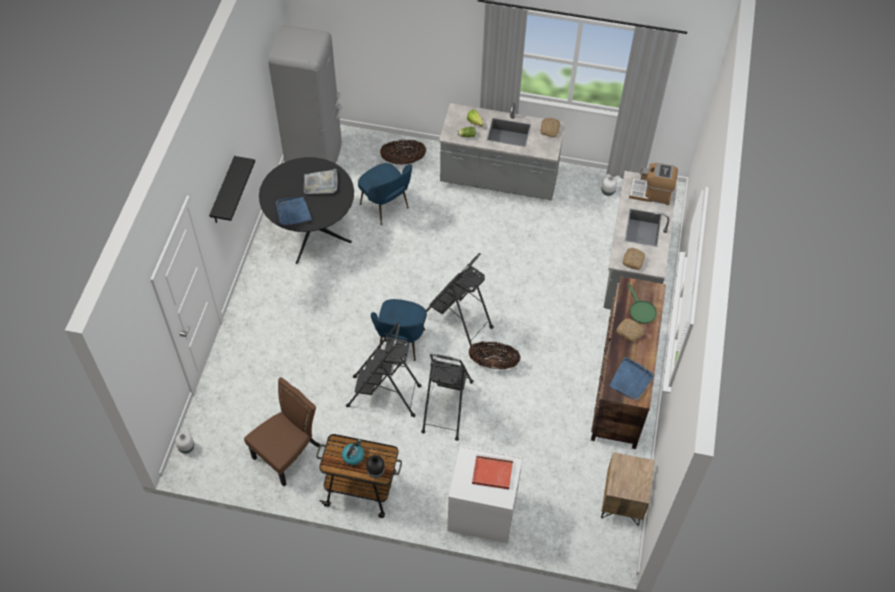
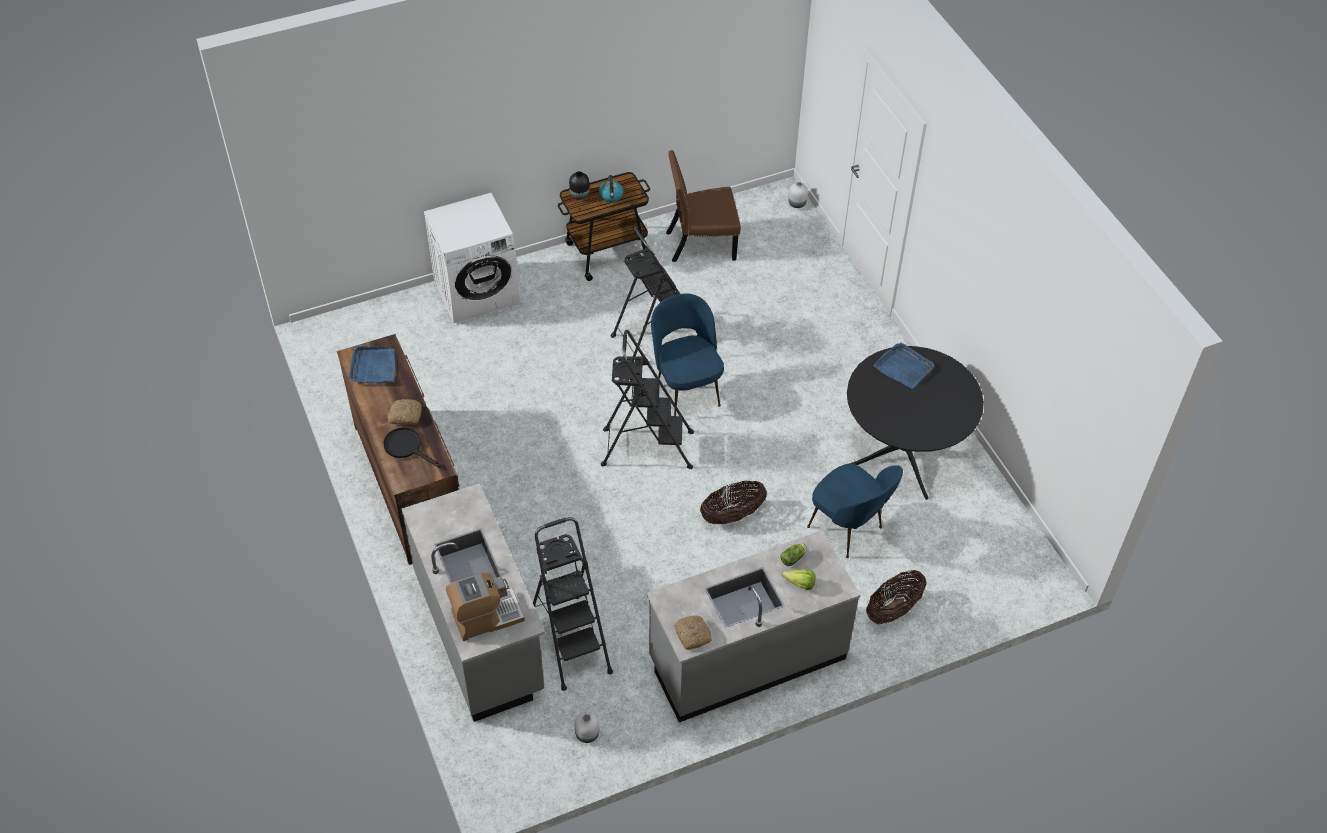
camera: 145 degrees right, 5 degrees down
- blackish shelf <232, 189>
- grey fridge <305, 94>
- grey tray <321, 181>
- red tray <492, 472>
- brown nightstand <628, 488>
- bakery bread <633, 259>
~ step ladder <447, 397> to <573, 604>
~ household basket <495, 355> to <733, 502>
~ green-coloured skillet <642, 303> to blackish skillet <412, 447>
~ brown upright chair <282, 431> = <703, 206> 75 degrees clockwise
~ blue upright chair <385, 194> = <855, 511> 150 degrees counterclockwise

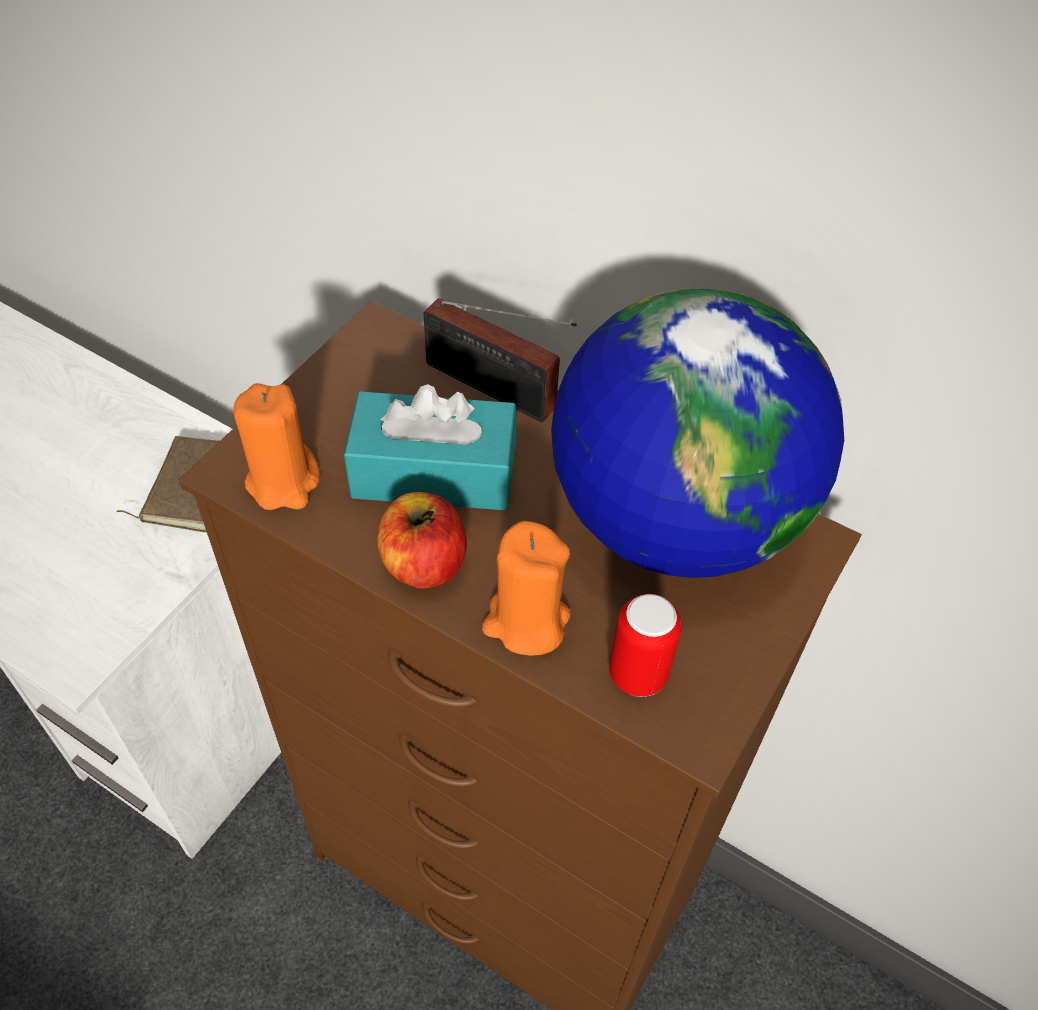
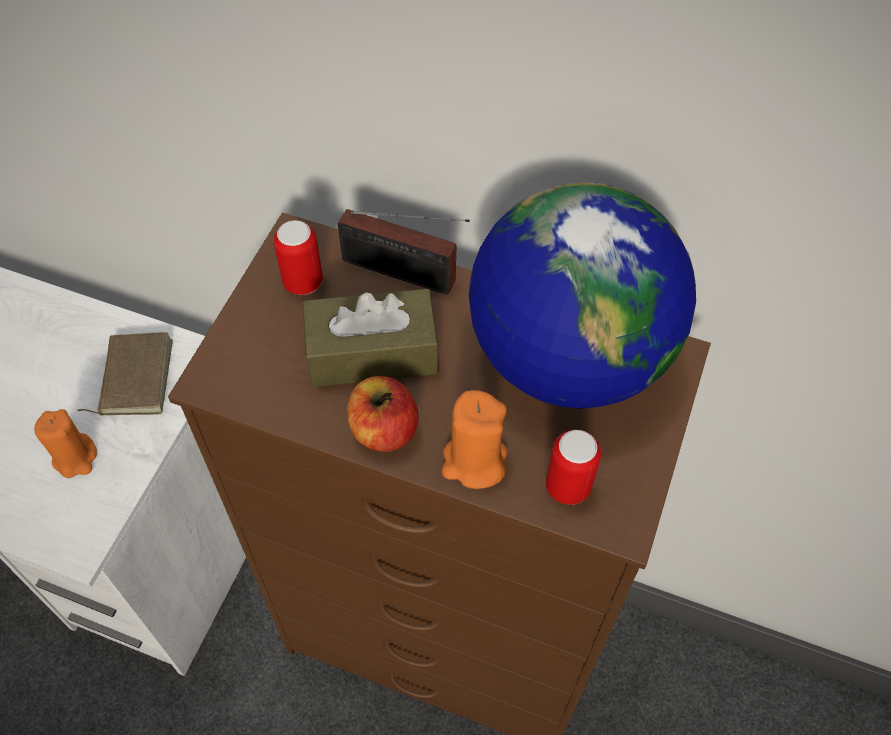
camera: 10 degrees left, 5 degrees up
+ can <298, 257>
~ orangey wax candle <276, 446> to <65, 443>
~ turquoise tissue holder <430, 447> to brown tissue holder <370, 338>

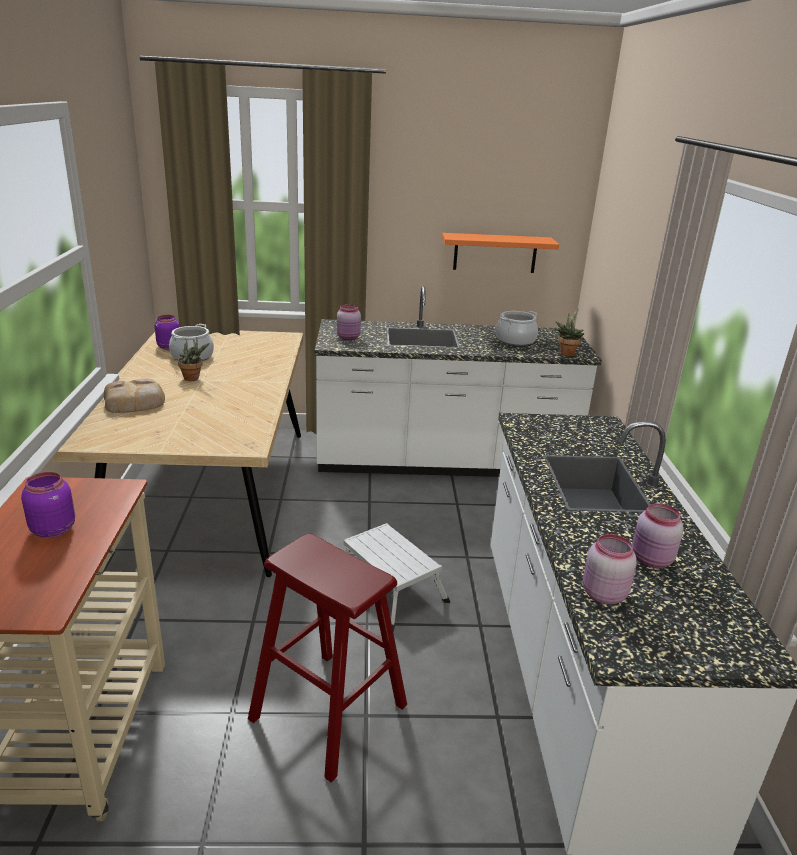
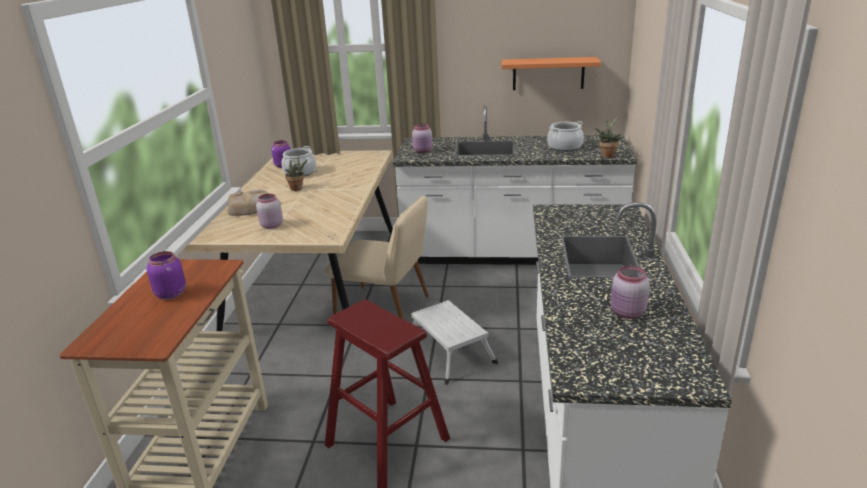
camera: 10 degrees right, 0 degrees up
+ beige-coloured upright chair <376, 257>
~ pink preserve jar <610, 569> to <269, 211>

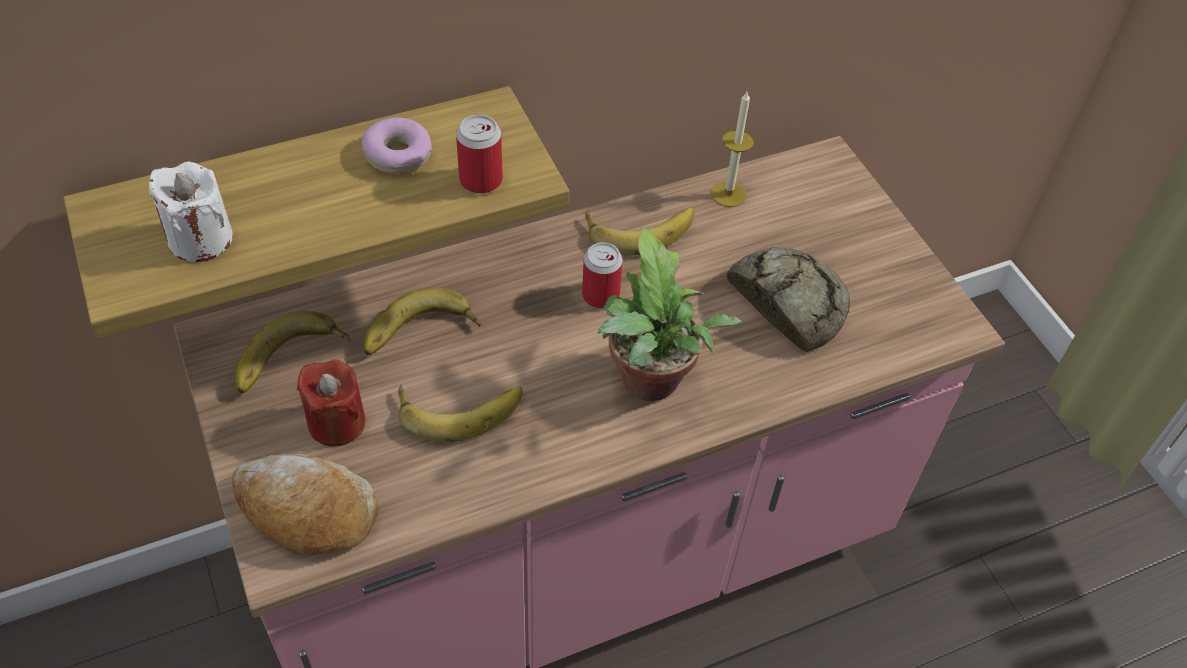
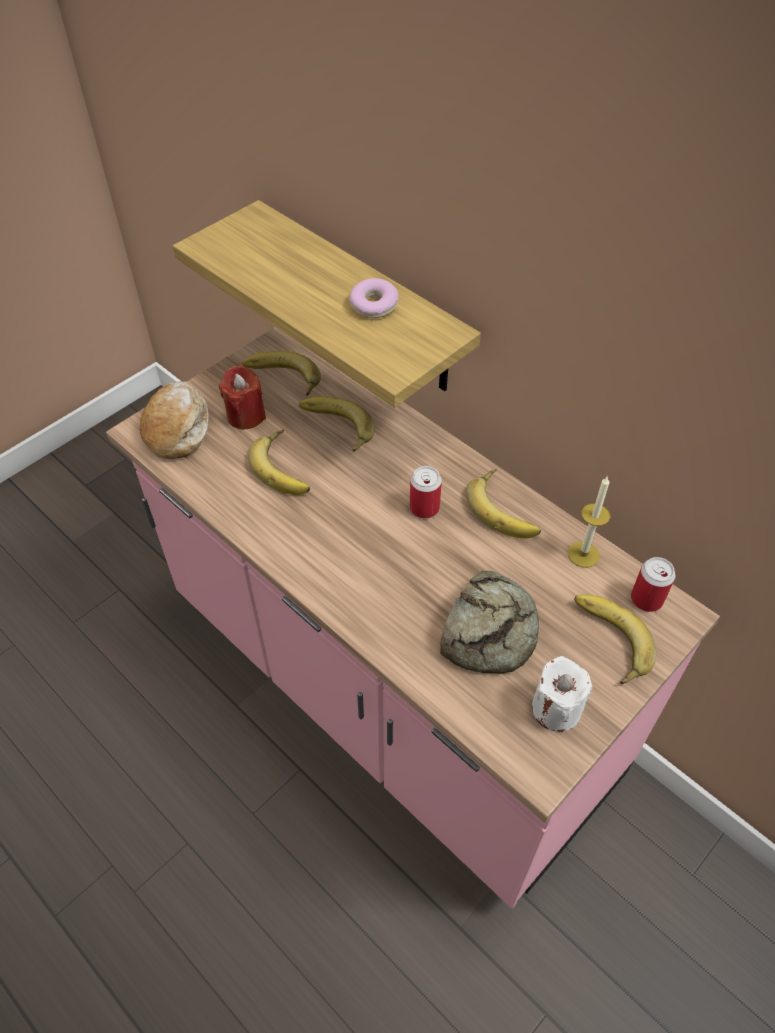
camera: 70 degrees right, 0 degrees up
- houseplant <669, 314>
+ whole banana <615, 639>
~ white wax candle <191, 212> to <562, 694>
~ can <479, 154> to <653, 584>

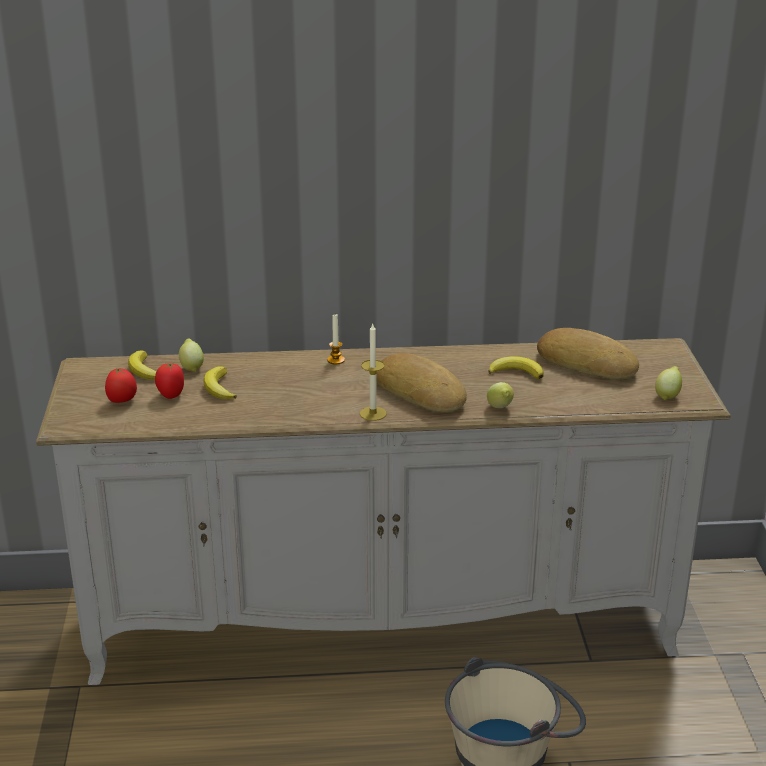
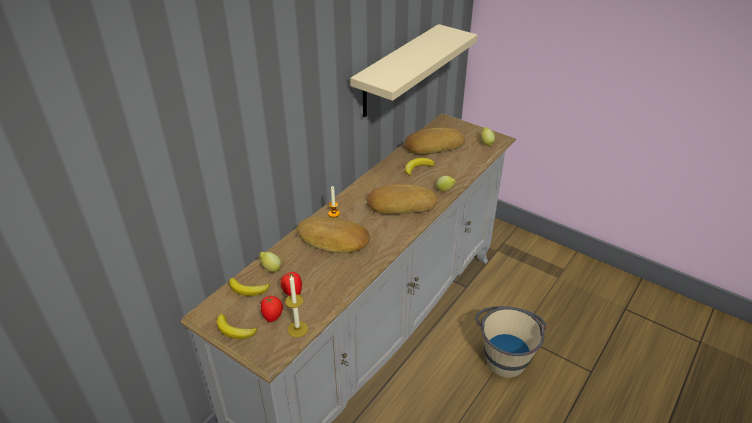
camera: 50 degrees left, 10 degrees up
+ bakery bread <333, 235>
+ beige-coloured shelf <413, 70>
~ whole banana <220, 382> to <237, 326>
~ wax candle <373, 372> to <296, 306>

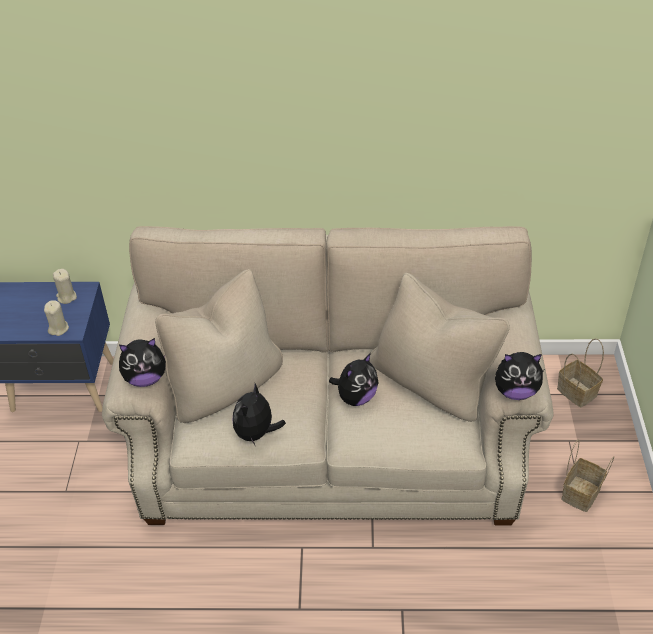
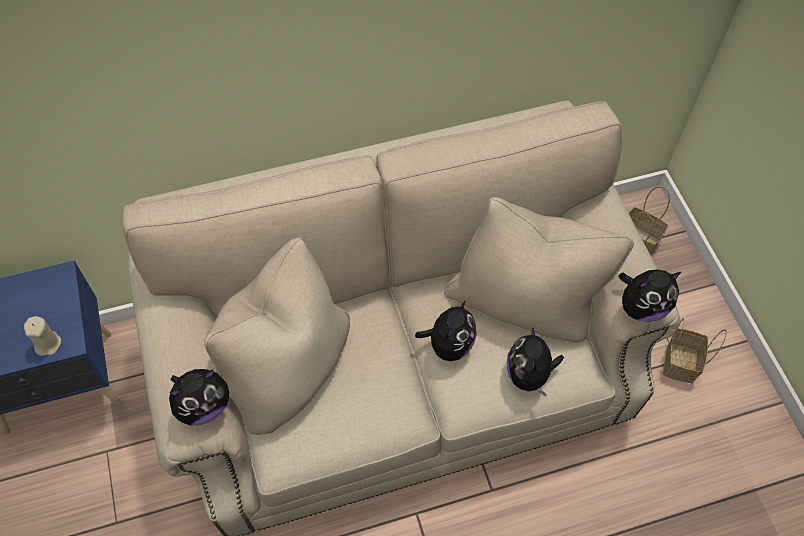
camera: 20 degrees left, 15 degrees up
- beige-coloured wax candle <65, 286>
~ soft toy <259, 414> to <535, 362>

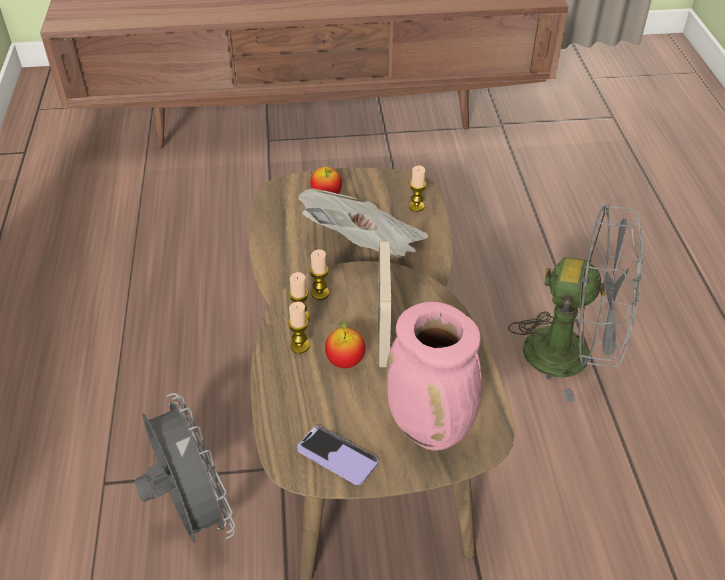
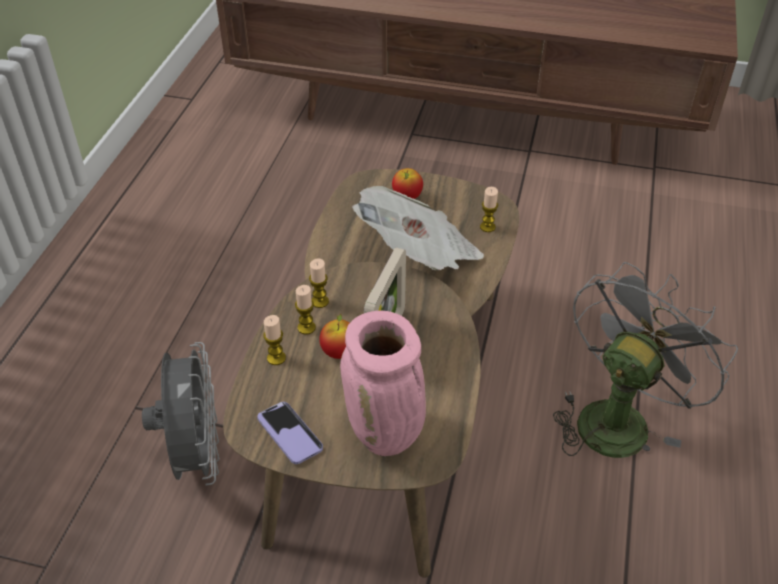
camera: 20 degrees right, 0 degrees up
~ wax candle <319, 274> to <274, 340>
~ grey cooling fan <575, 303> = <645, 360> 90 degrees counterclockwise

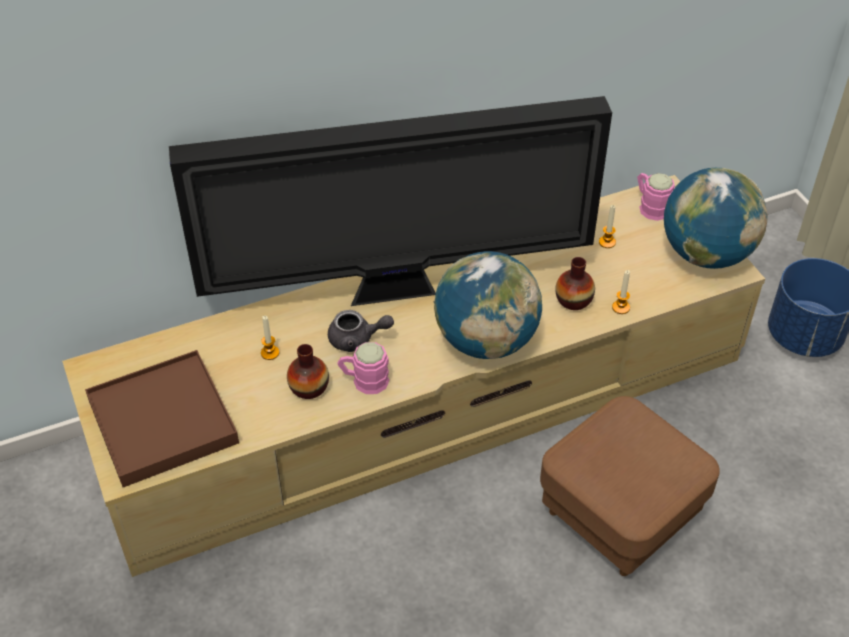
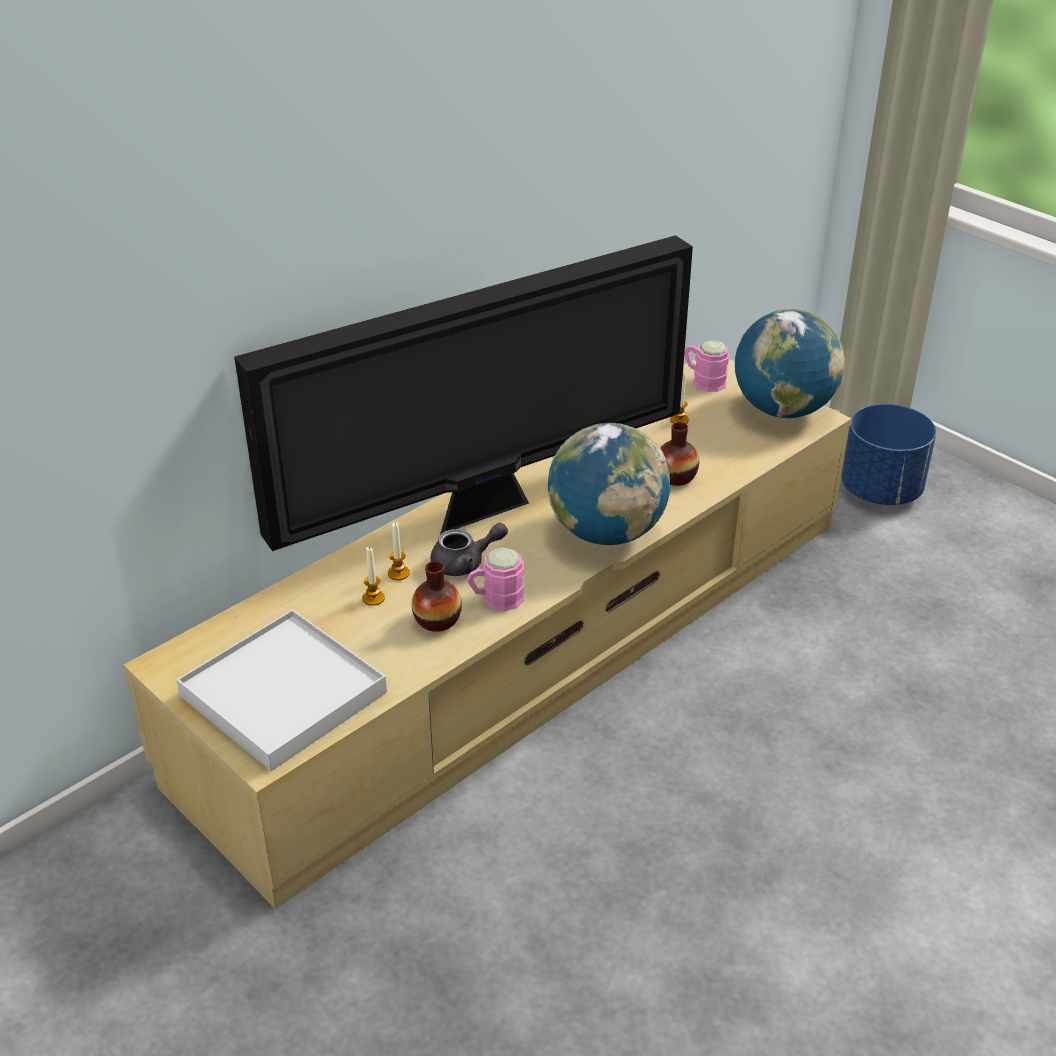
camera: 20 degrees left, 10 degrees down
- brown pouffe <630, 486>
~ wax candle <621, 292> to <399, 551>
~ brown tray <162, 419> to white tray <282, 690>

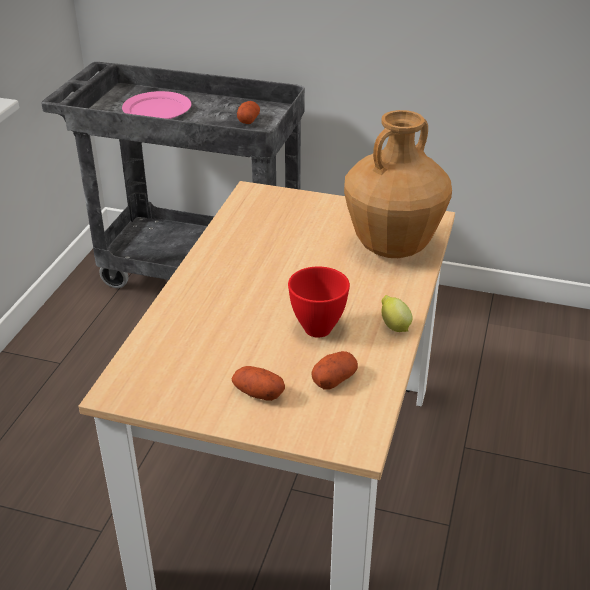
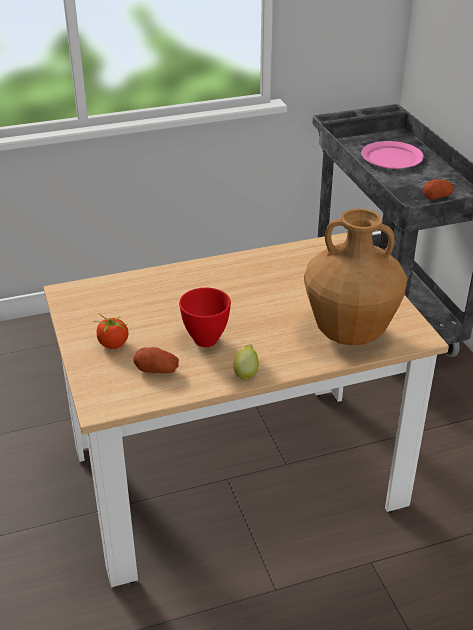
camera: 55 degrees right, 0 degrees up
~ potato <258, 383> to whole tomato <110, 331>

